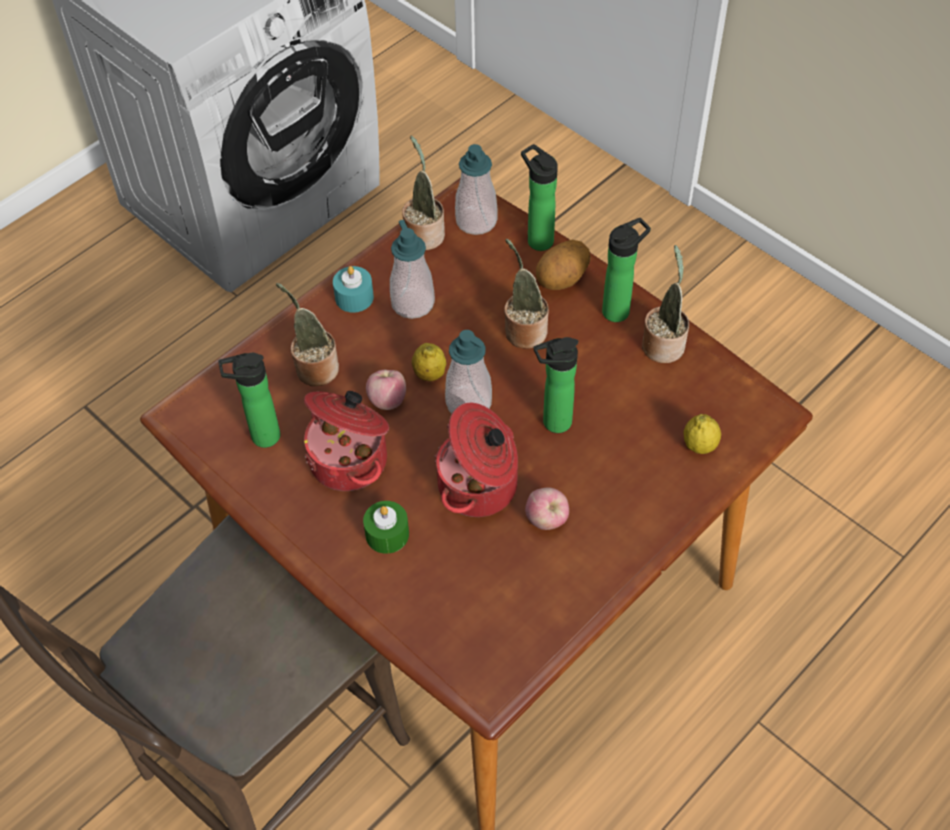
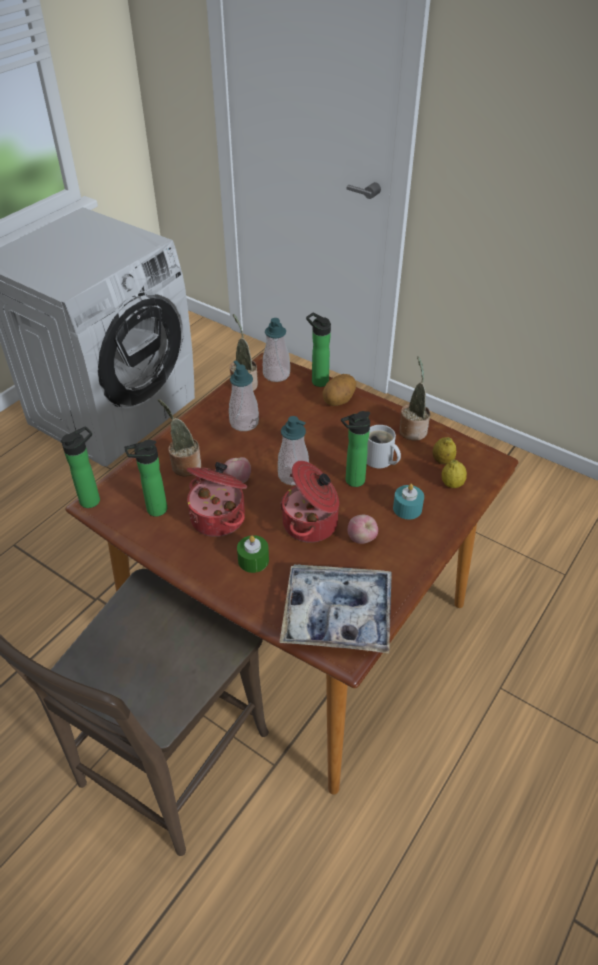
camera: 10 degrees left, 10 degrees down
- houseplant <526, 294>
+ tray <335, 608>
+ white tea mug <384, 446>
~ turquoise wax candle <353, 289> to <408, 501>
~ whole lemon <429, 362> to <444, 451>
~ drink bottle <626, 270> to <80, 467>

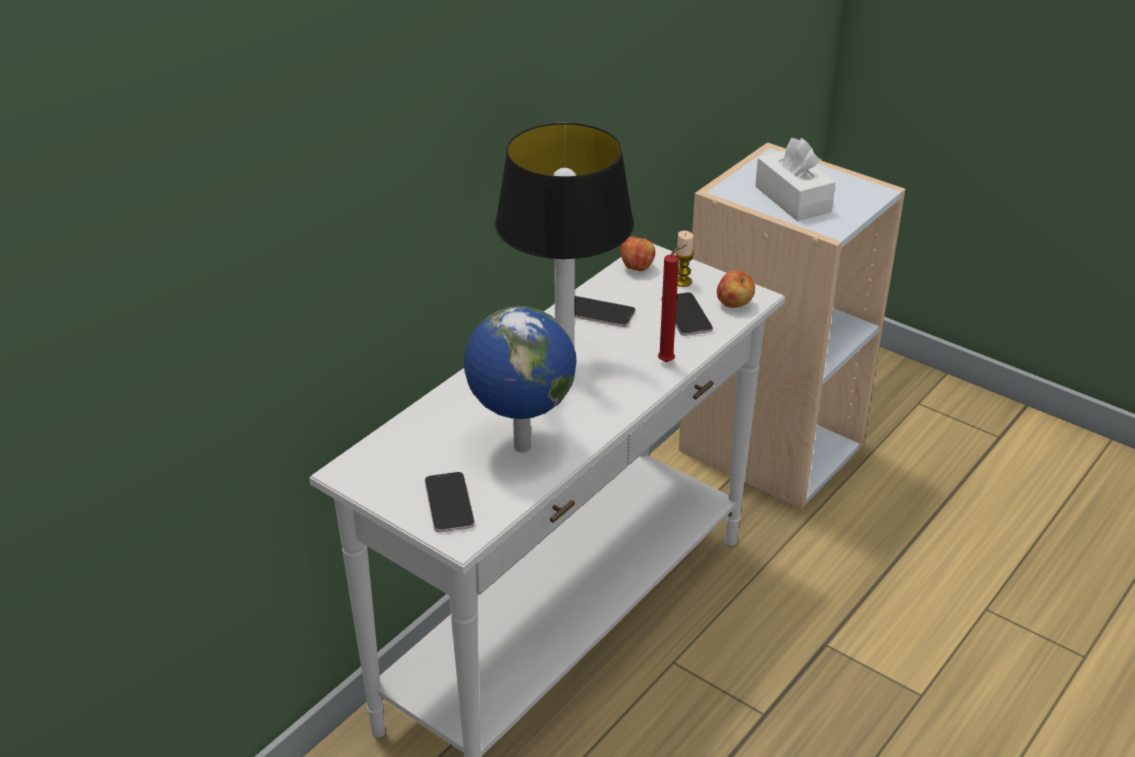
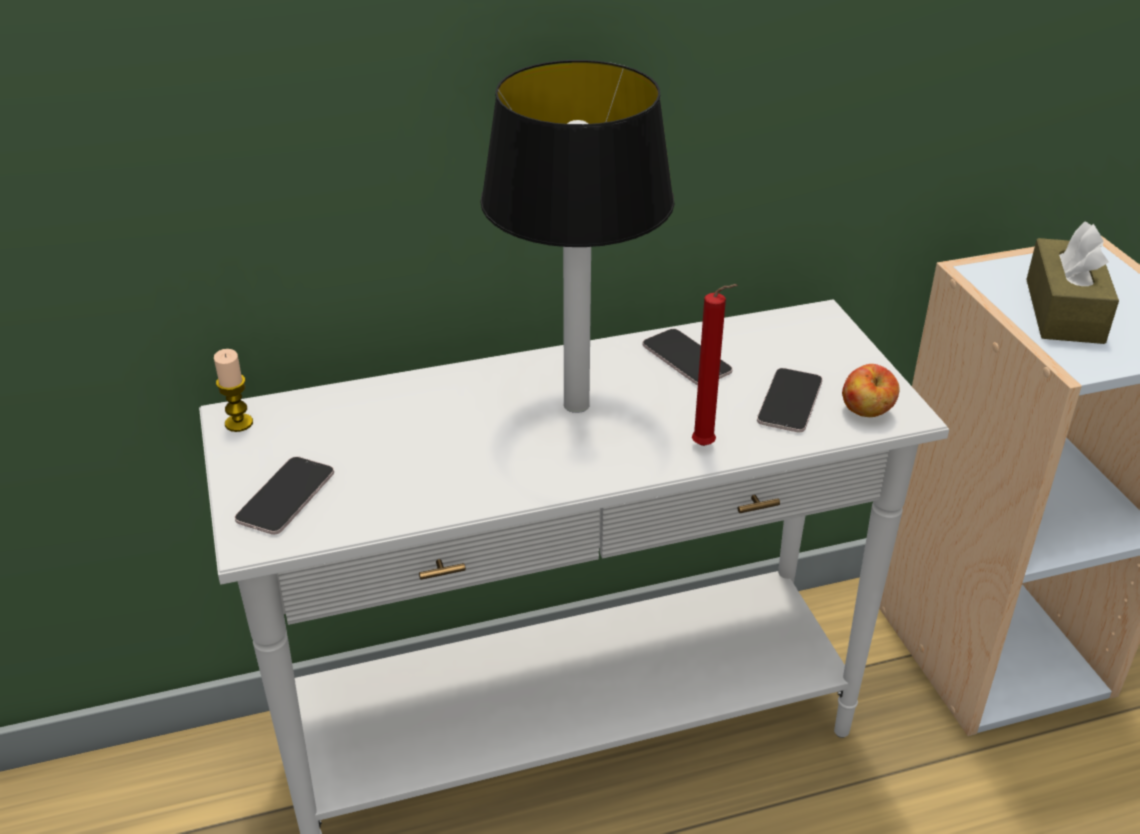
camera: 35 degrees right, 0 degrees up
- globe <520, 379>
- whole apple <638, 253>
~ wax candle <684, 259> to <233, 390>
~ white tissue holder <795, 179> to brown tissue holder <1072, 282>

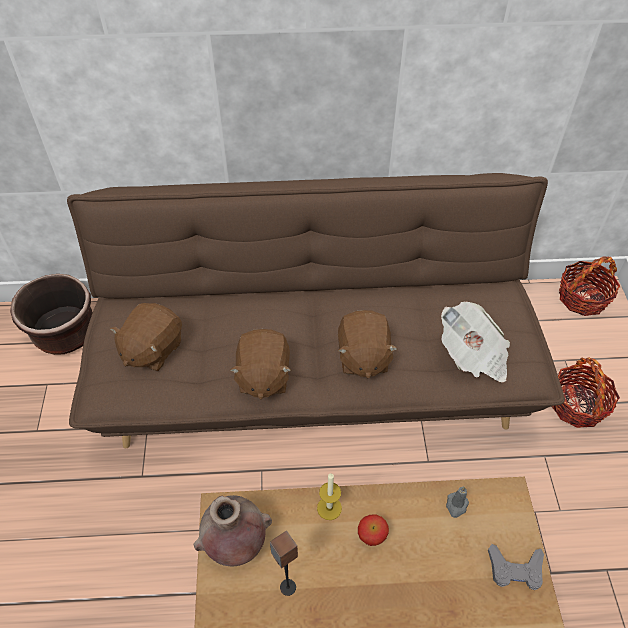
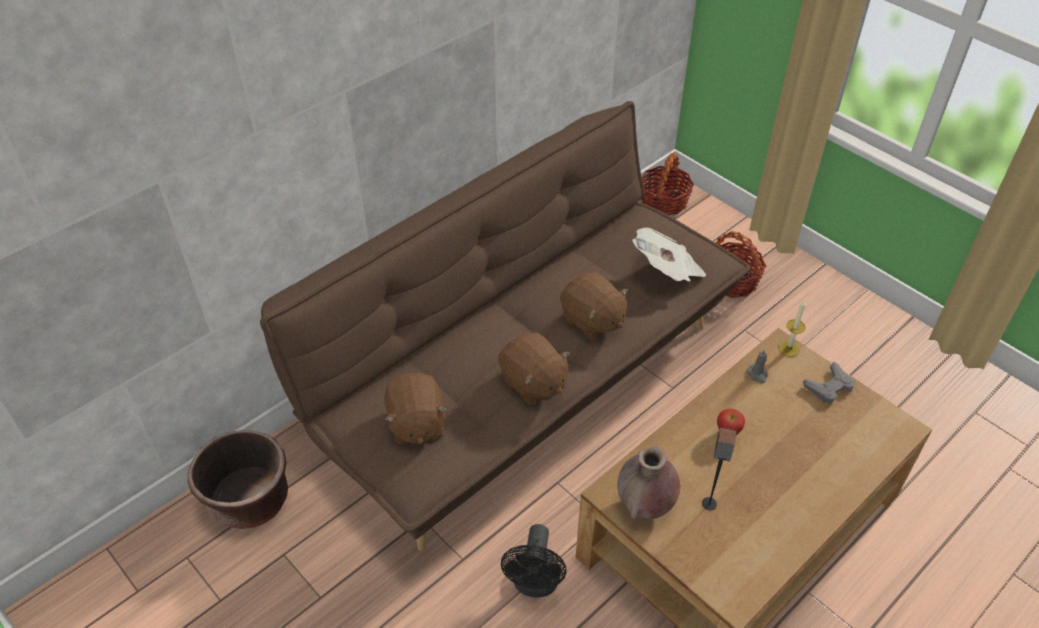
camera: 40 degrees left, 5 degrees down
+ blackish cooling fan <534, 561>
~ wax candle <329, 497> to <791, 329>

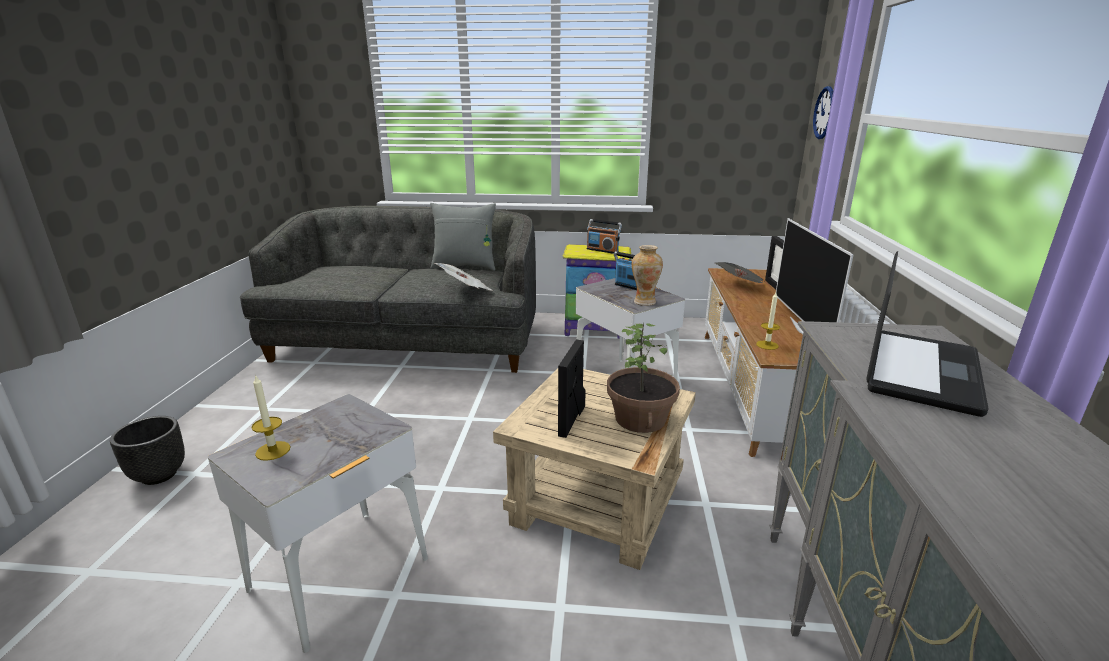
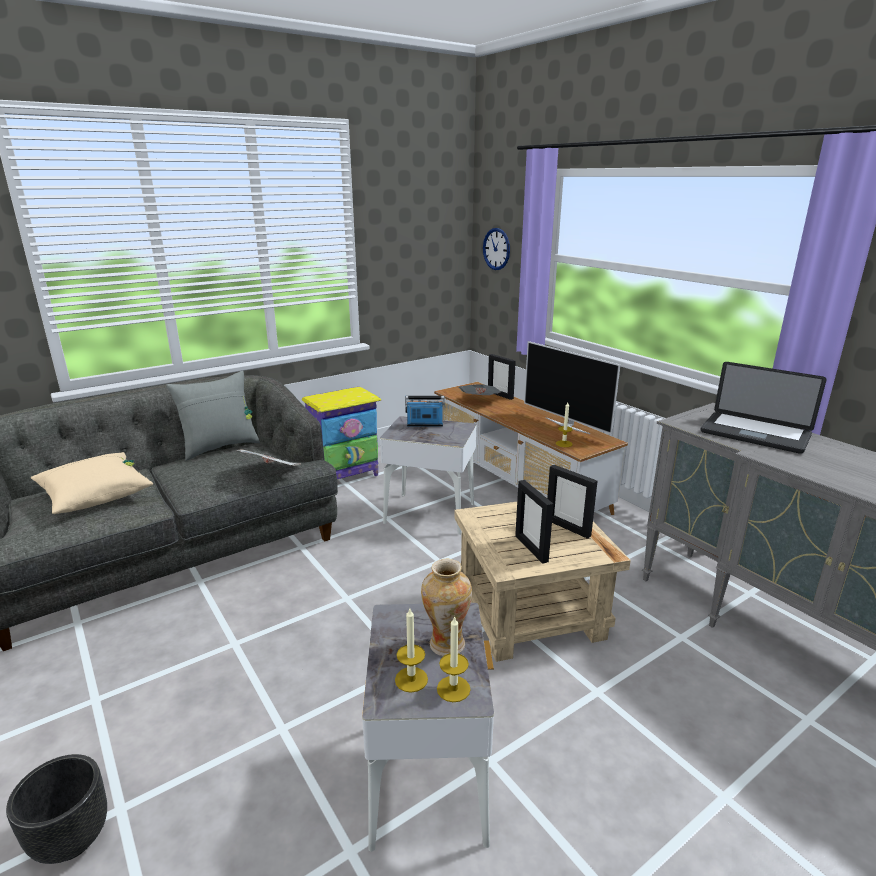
camera: 40 degrees left, 0 degrees up
- radio receiver <604, 236>
+ beige-coloured cushion <92, 483>
+ wax candle <454, 659>
~ flower vase <647, 275> to <446, 607>
~ houseplant <643, 378> to picture frame <572, 502>
~ portable computer <927, 334> = <763, 408> 135 degrees clockwise

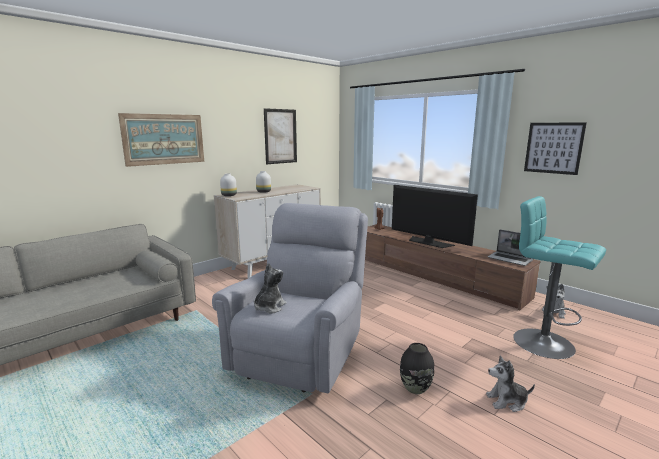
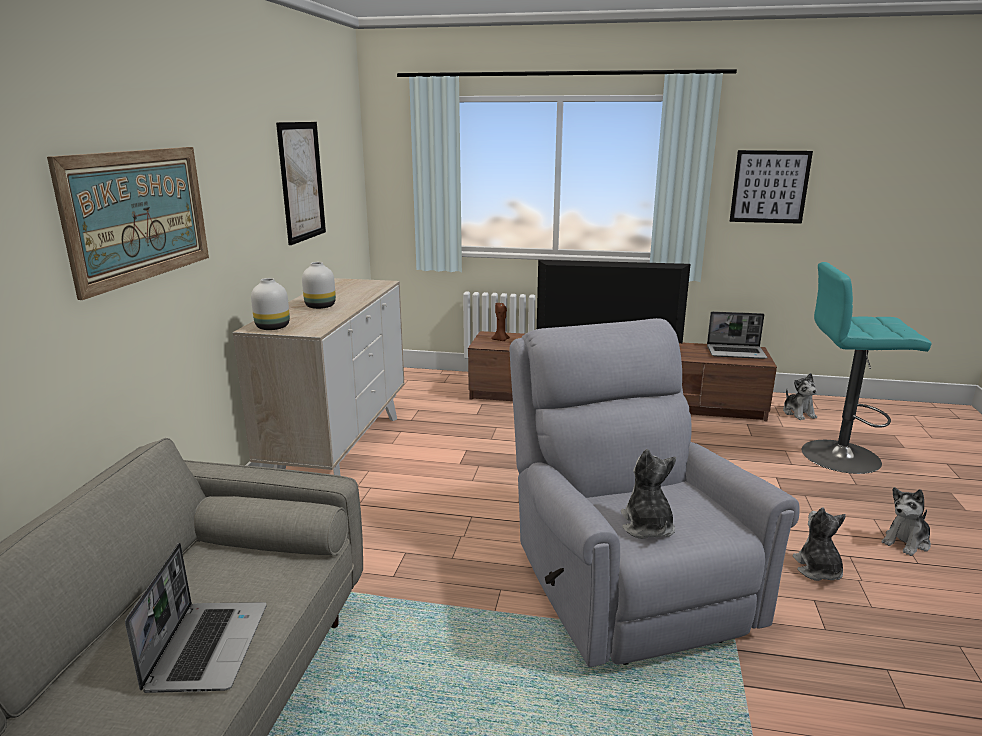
camera: 35 degrees left, 5 degrees up
+ portable computer <195, 618>
~ blackish flower vase <417, 368> to soft toy <819, 544>

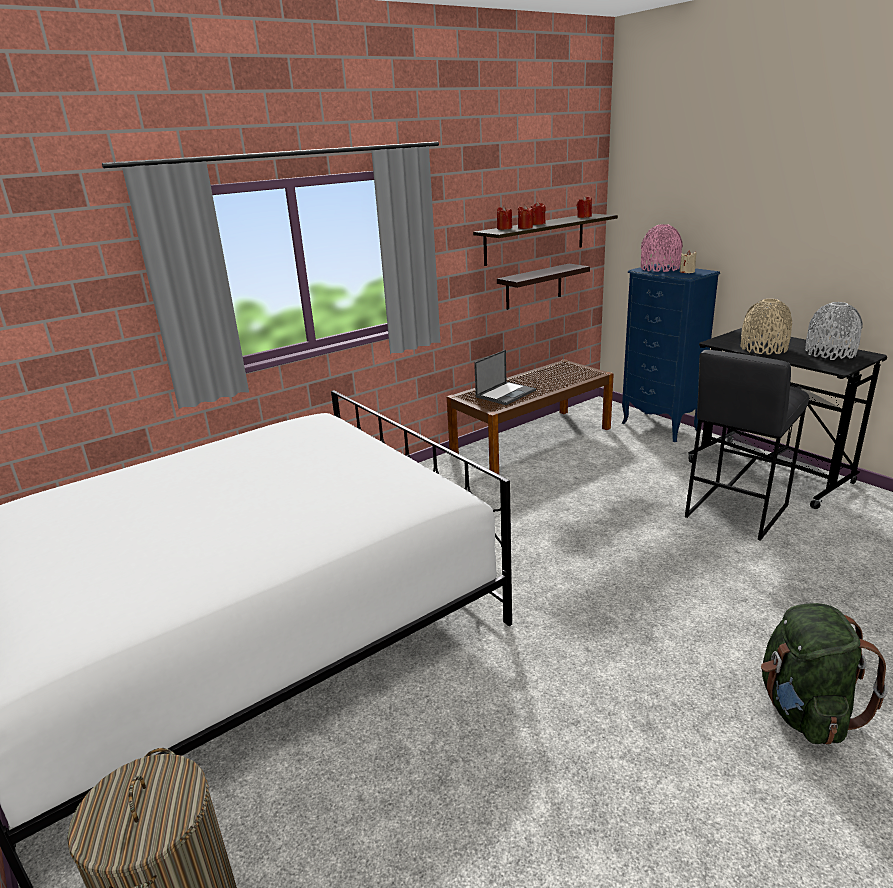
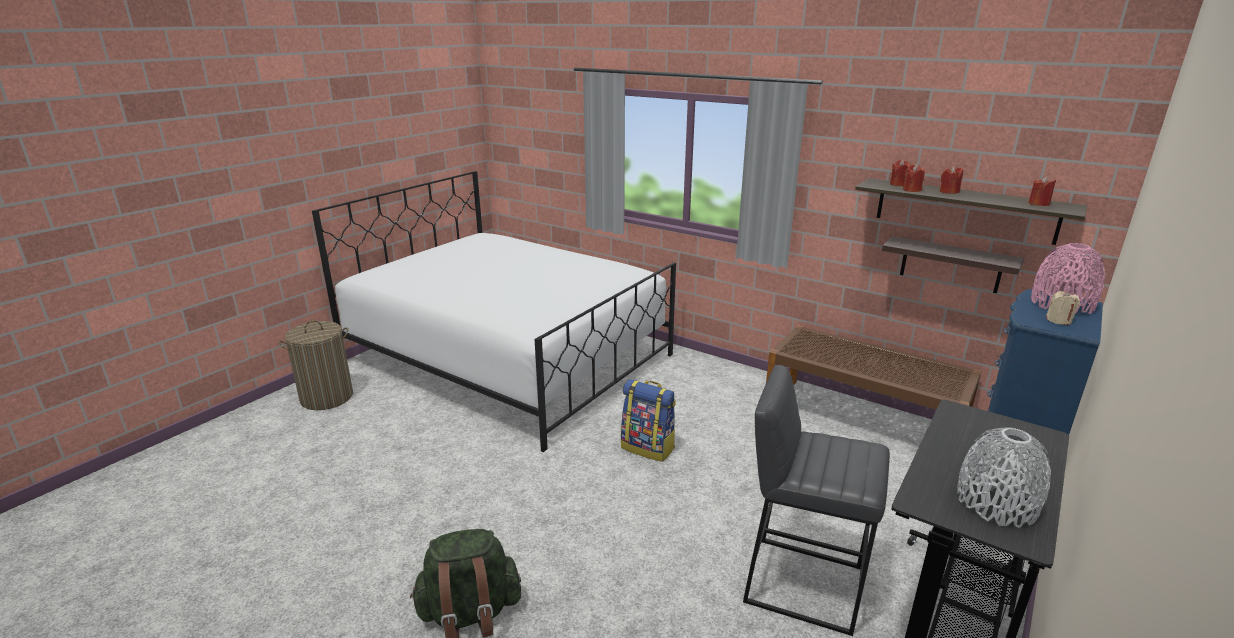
camera: 70 degrees right, 0 degrees up
- portable computer <505, 377>
- beige-coloured flower vase <766, 327>
+ rucksack <648, 420>

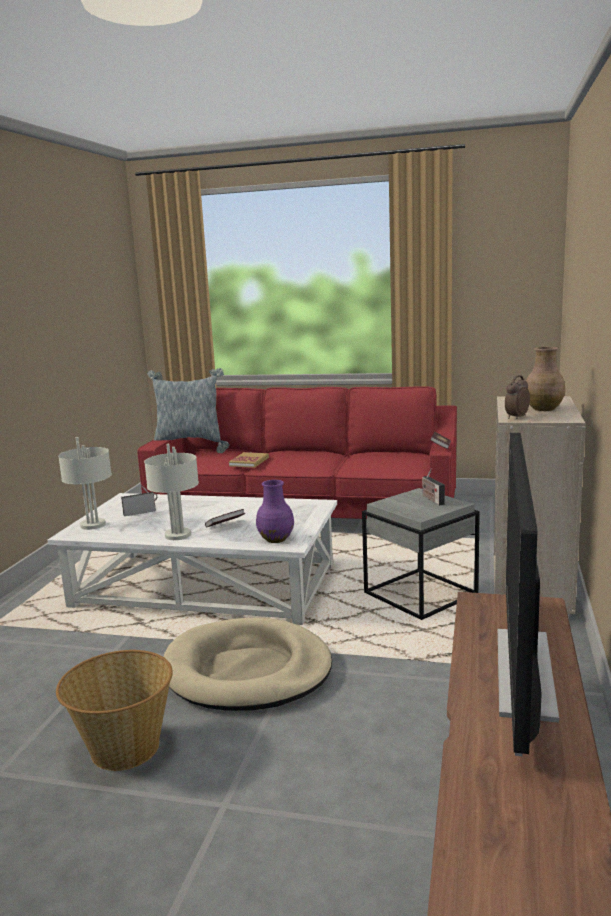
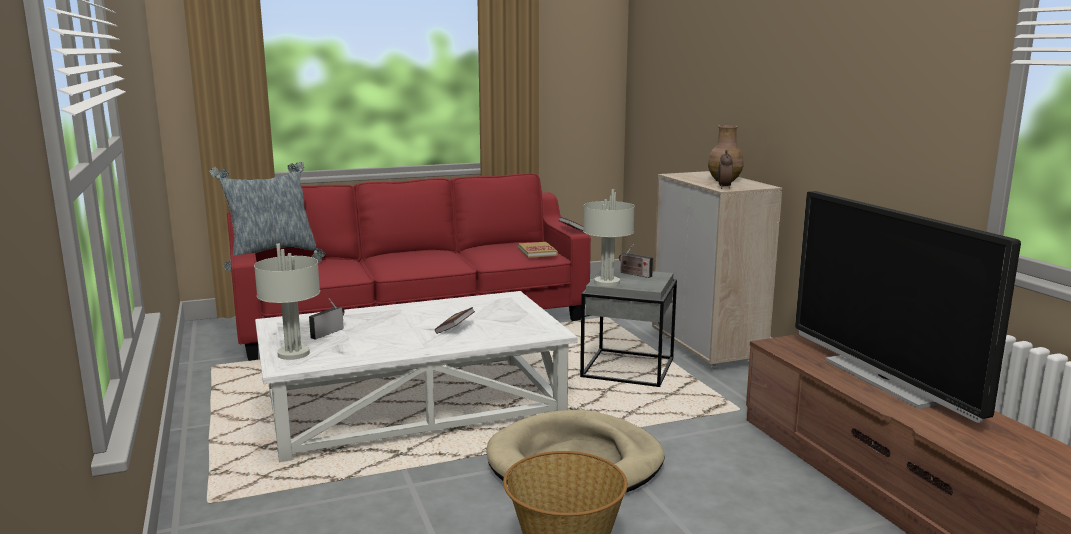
camera: 35 degrees left, 0 degrees up
- purple-coloured flower vase <275, 511>
~ grey lamp for a table <171, 492> to <609, 237>
~ volume <249, 460> to <538, 250>

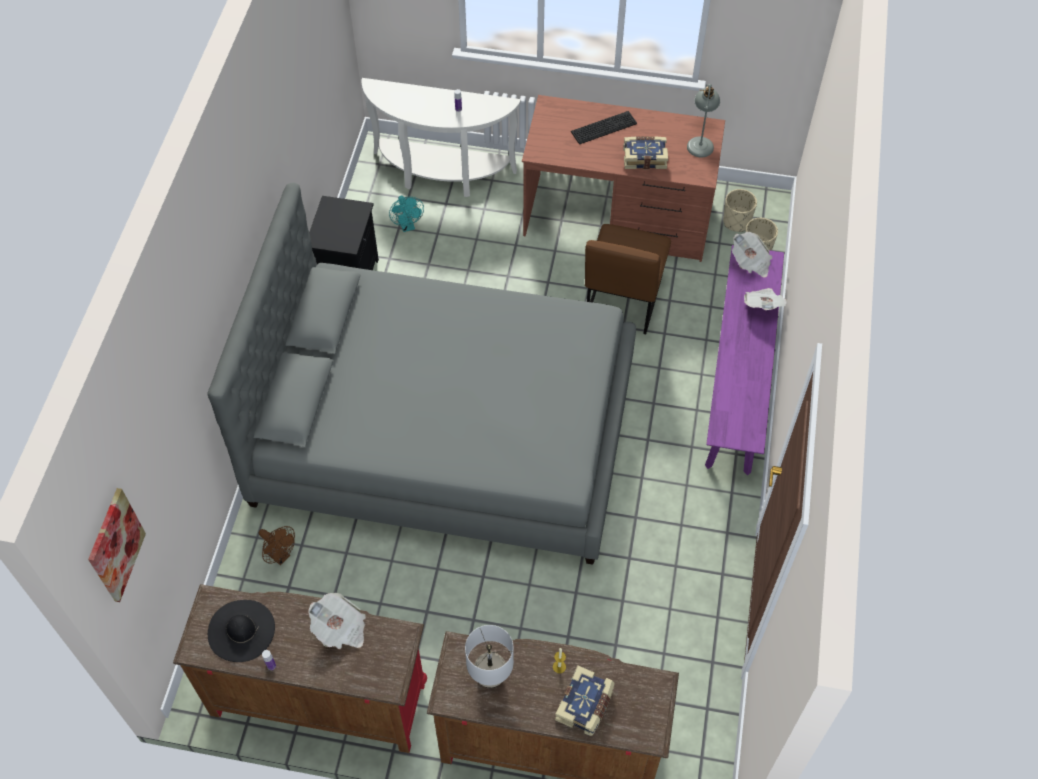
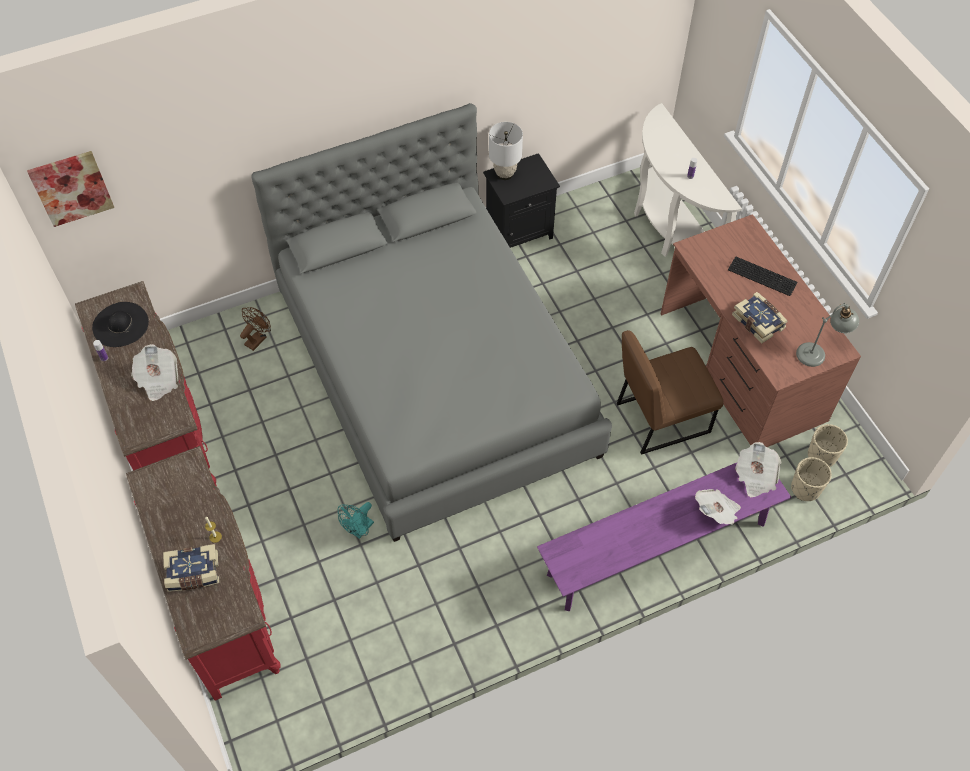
camera: 55 degrees right, 0 degrees up
~ turquoise cooling fan <406, 214> to <356, 520>
~ white lamp for a table <489, 656> to <506, 151>
~ brown cooling fan <277, 545> = <255, 329> 150 degrees counterclockwise

